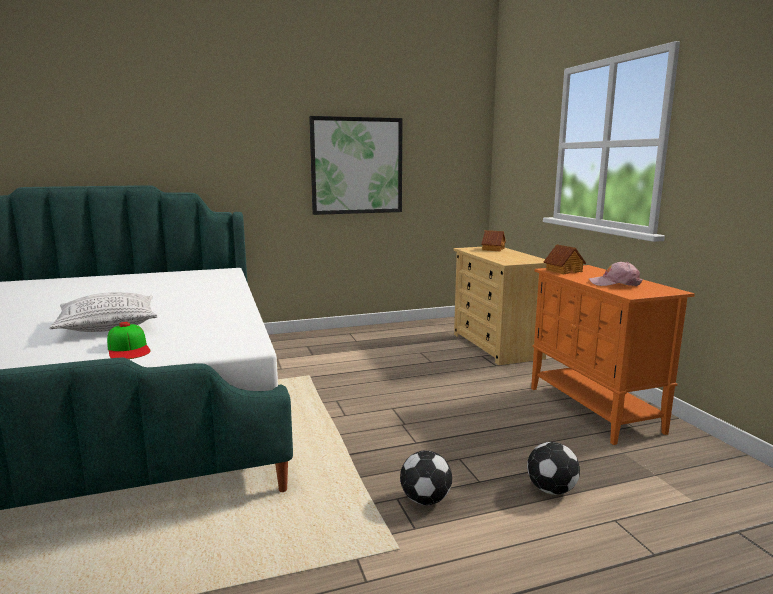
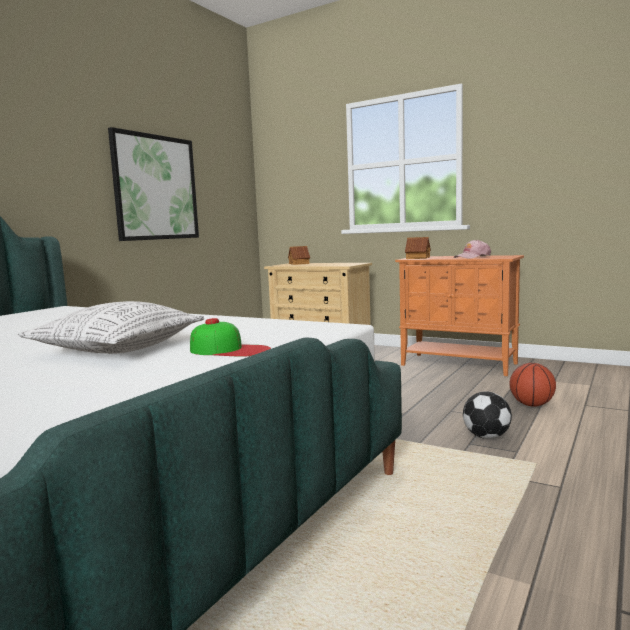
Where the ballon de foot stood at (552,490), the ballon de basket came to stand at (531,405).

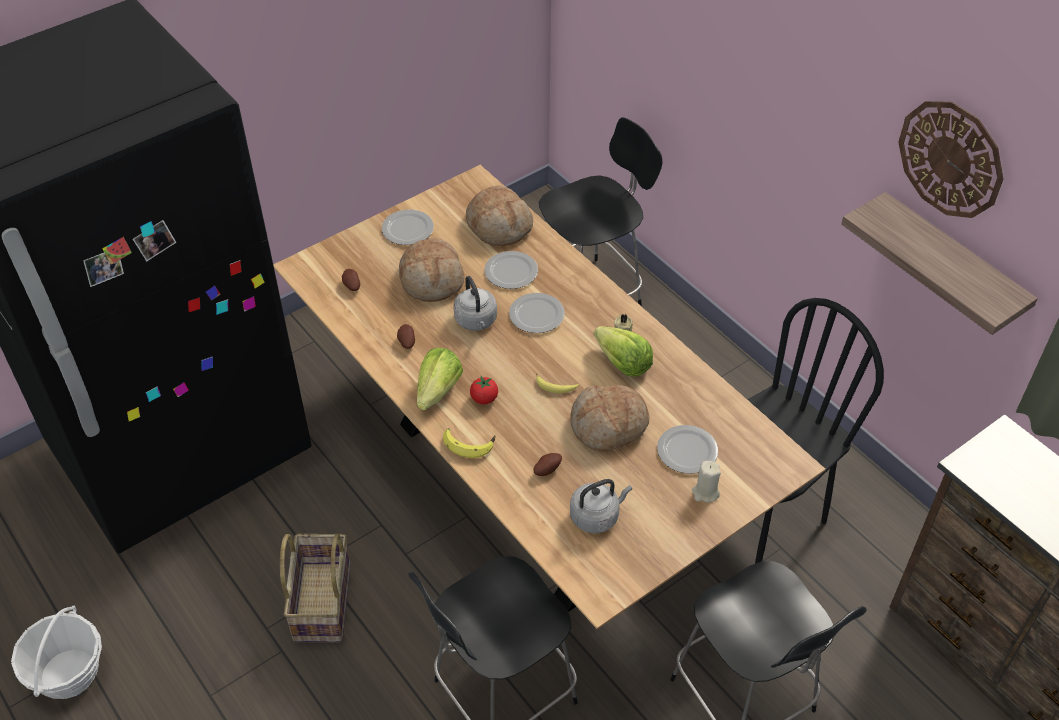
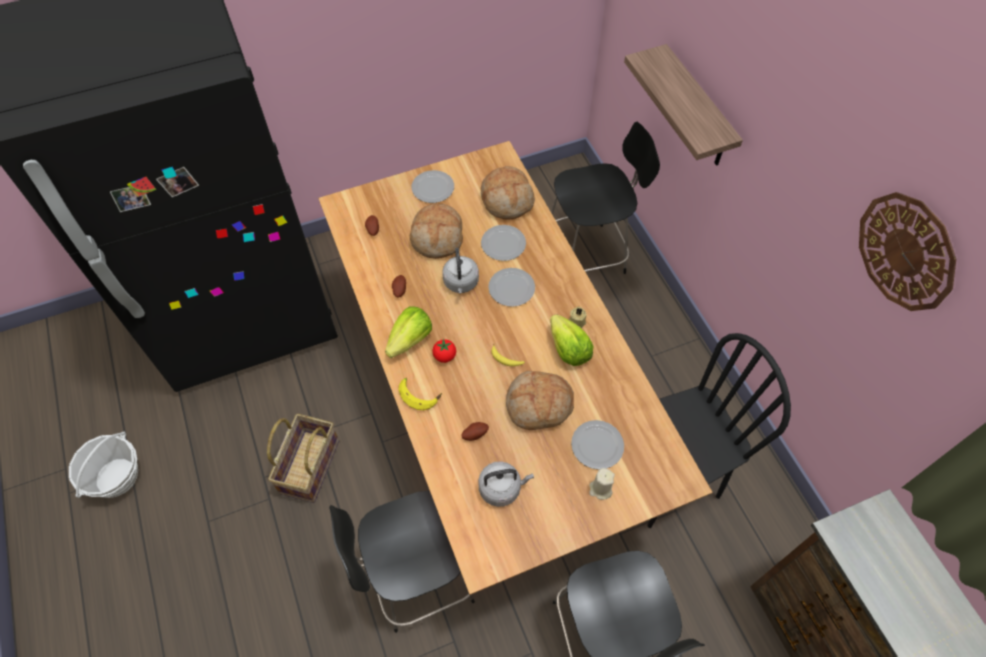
The étagère ended up elsewhere, having gone from (949,267) to (697,110).

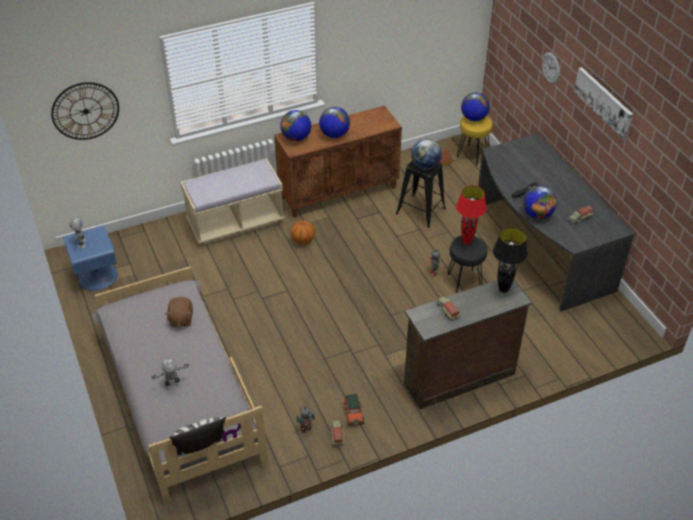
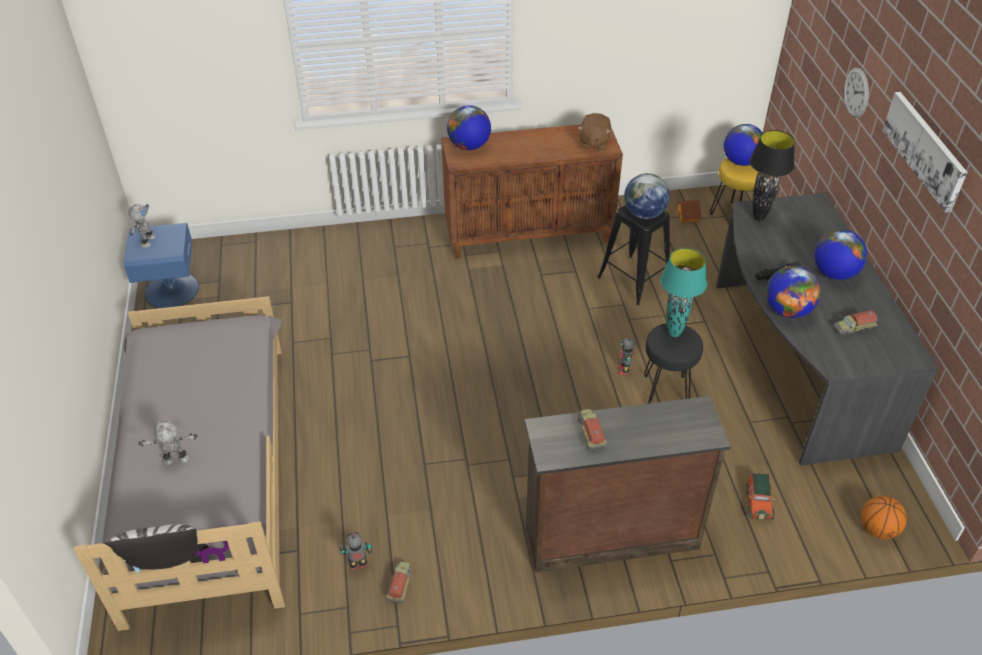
The peluche [marron] ended up elsewhere, having gone from (181,319) to (593,143).
What was the lampe de table [rouge] at (467,242) turned into the lampe de table [turquoise] at (674,333).
The petite voiture ended up elsewhere, having gone from (353,414) to (758,502).
The lampe de table [noir] ended up elsewhere, having gone from (503,289) to (759,217).
The globe ended up elsewhere, having gone from (334,134) to (834,273).
The ballon de basket ended up elsewhere, having gone from (303,241) to (878,529).
The second view lost the horloge murale at (85,111).
The second view lost the banc [beige] at (235,222).

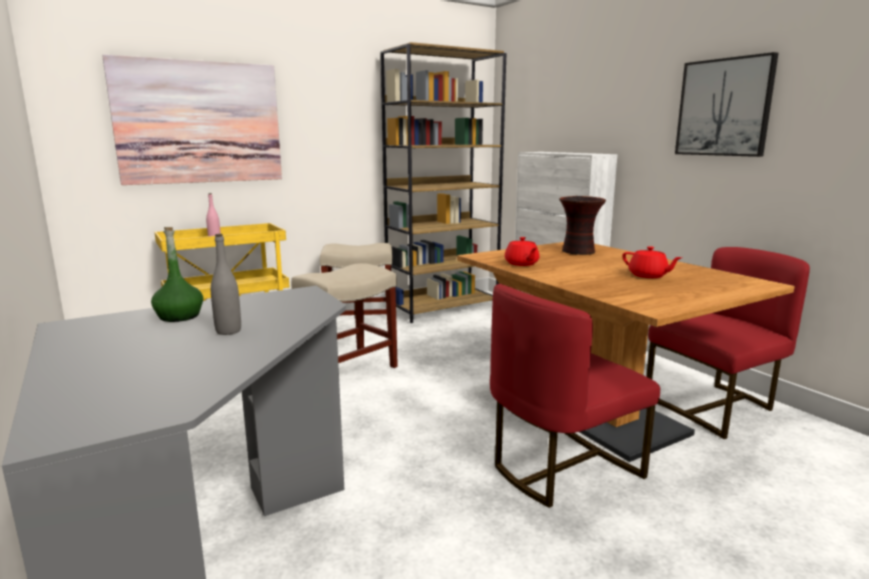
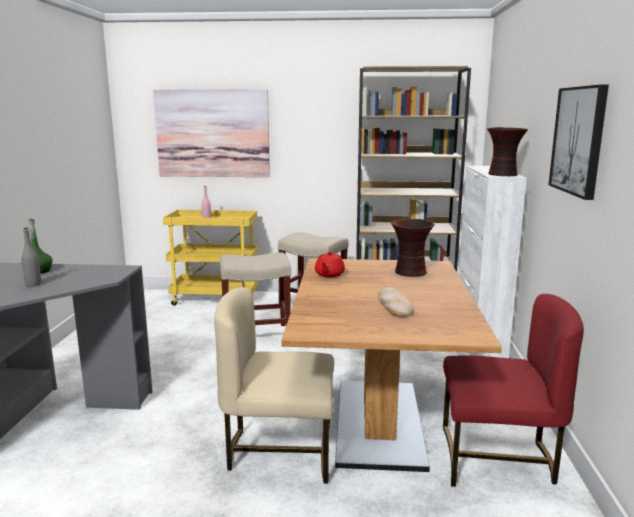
What was the chaise [rouge] at (561,467) turned into the chaise [beige] at (280,450).
Where the théière [rouge] stood at (648,276), the pain came to stand at (394,306).
The second view gained the vase at (503,175).

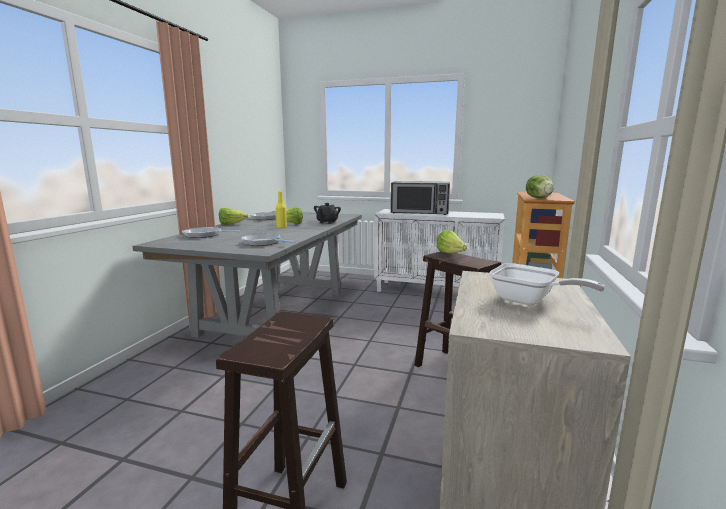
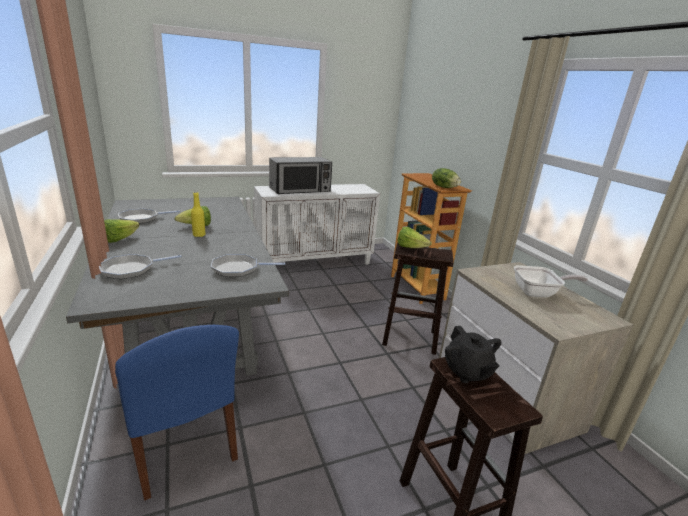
The second view gained the chaise [bleu] at (183,448).
The théière [noir] ended up elsewhere, having gone from (327,222) to (467,372).

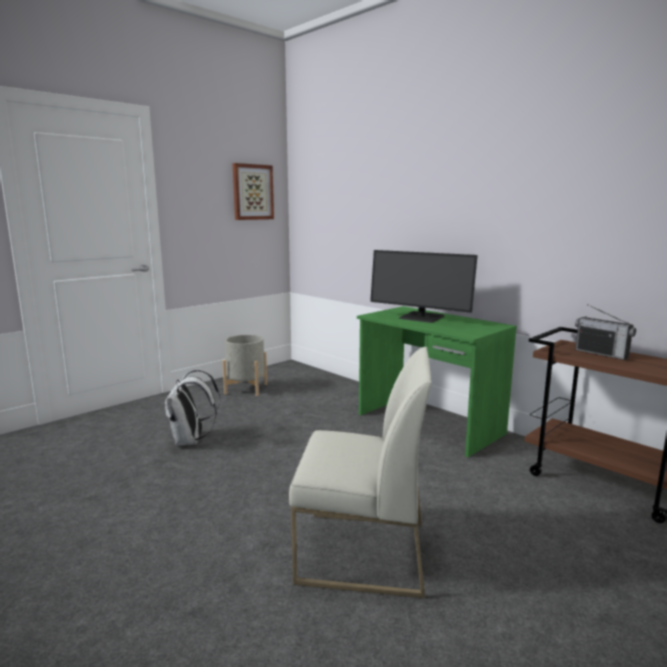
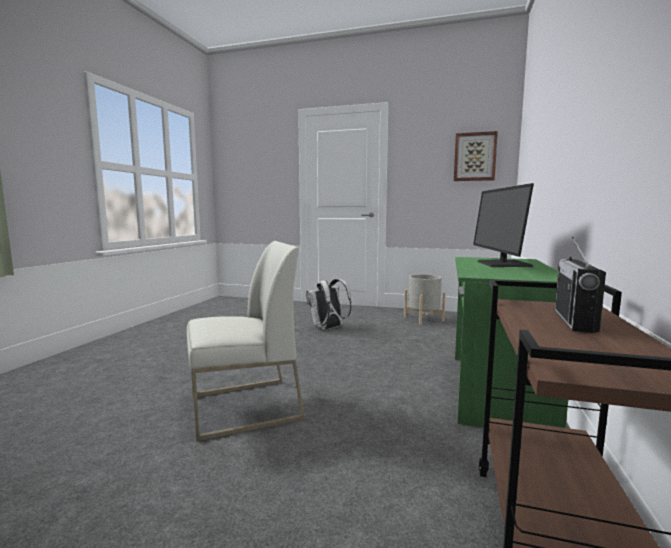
The chaise [blanc] at (361,552) ended up facing another way, 90 degrees counterclockwise from before.

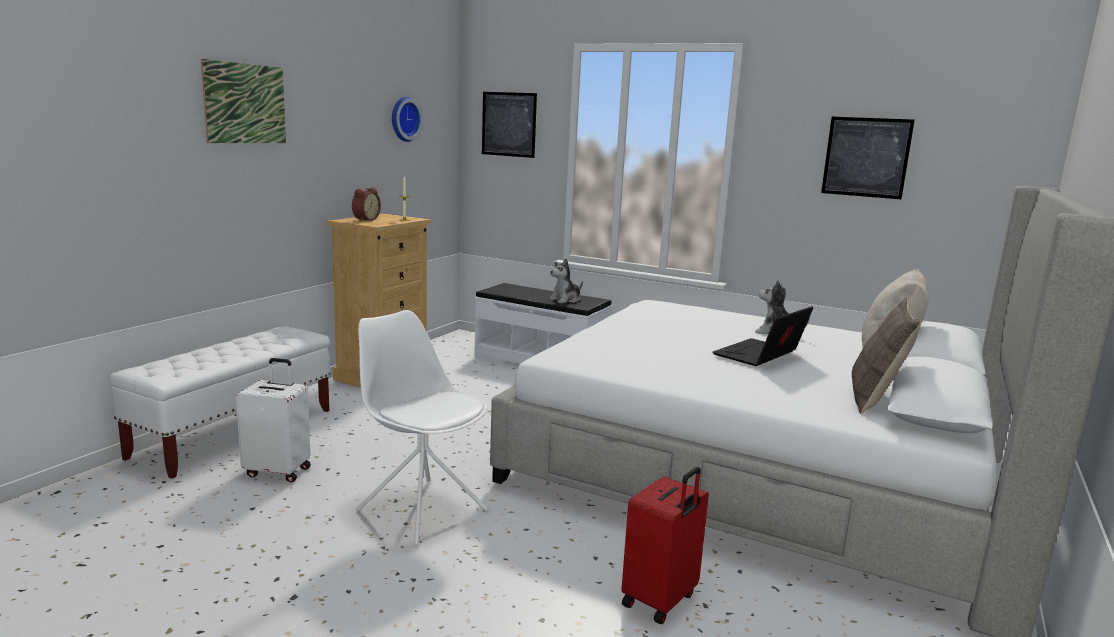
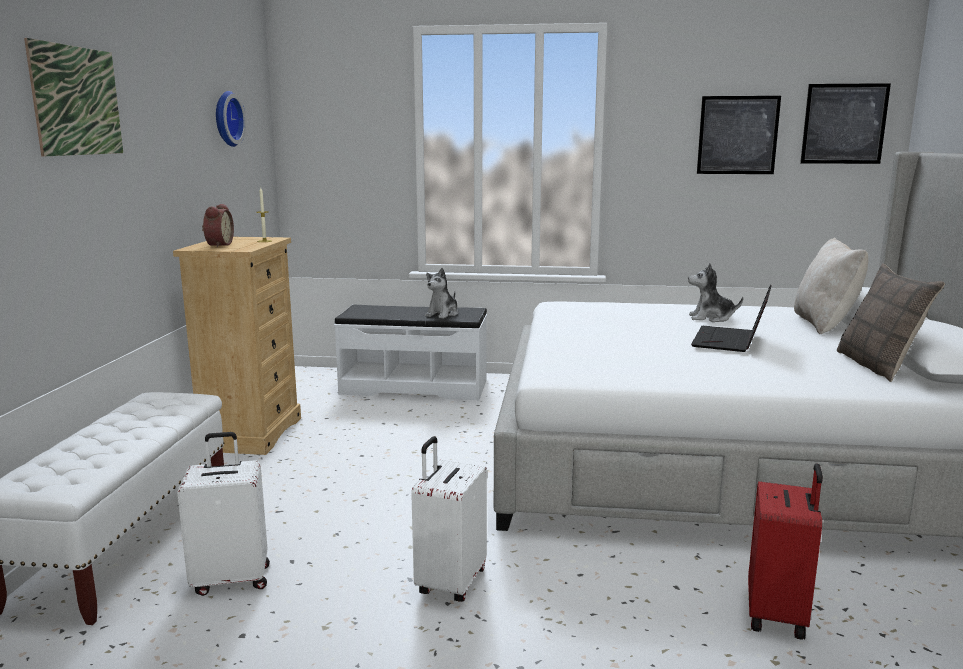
Where the chaise [blanc] stood at (421,510), the valise [blanc] came to stand at (449,582).
The tableau ended up elsewhere, having gone from (509,124) to (844,124).

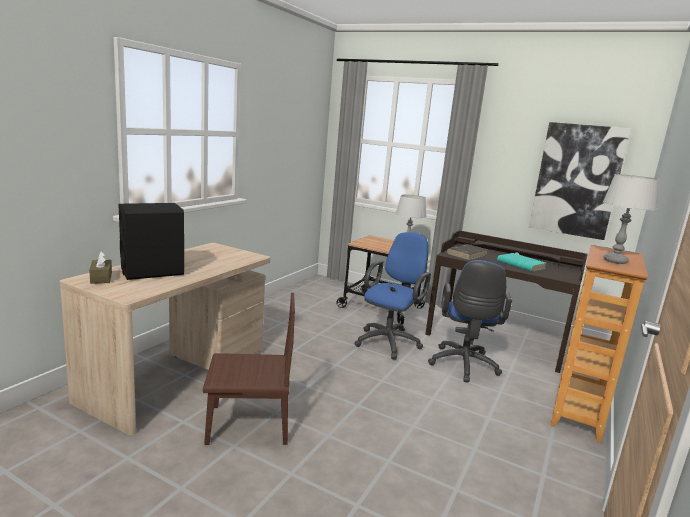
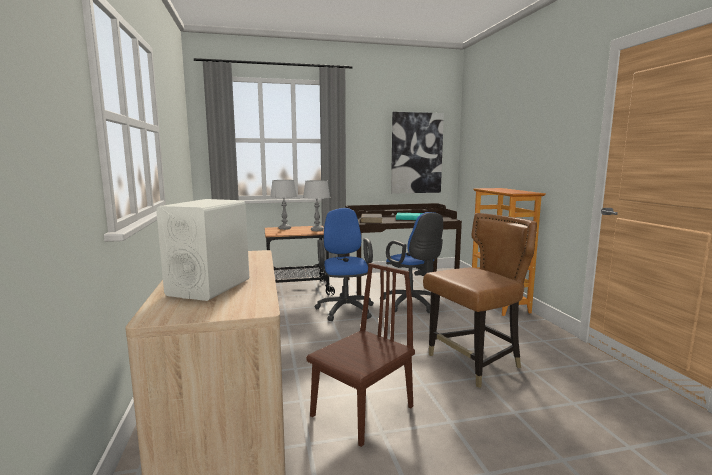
What was the enceinte [noir] at (153,272) turned into the enceinte [blanc] at (209,287).
The lampe de table [gris] ended up elsewhere, having gone from (615,261) to (284,228).
The second view gained the chaise [marron] at (475,363).
The second view lost the boîte à mouchoirs [marron] at (101,278).

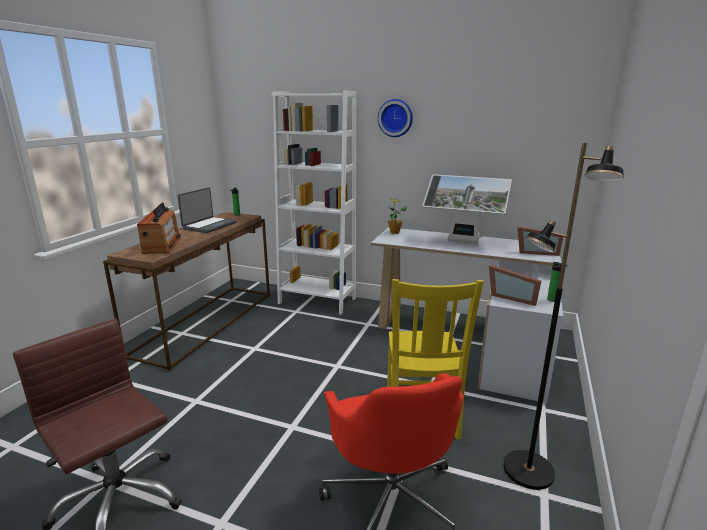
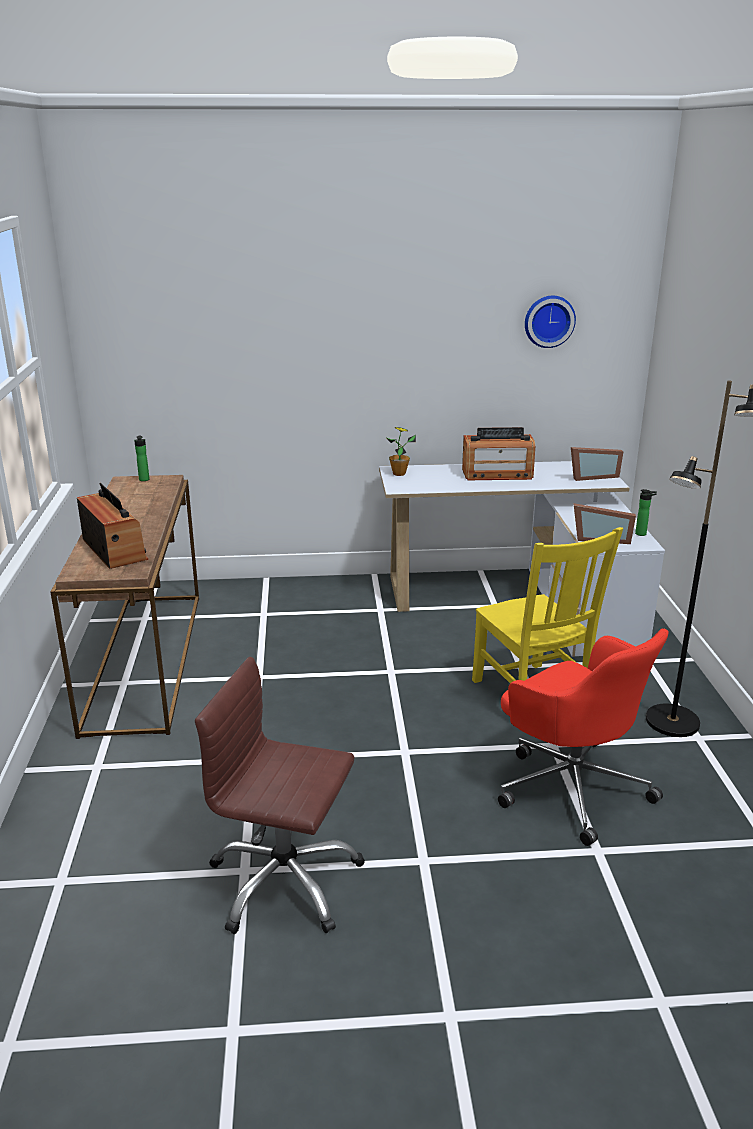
Where the écran d'ordinateur stood at (463,241), the radio came to stand at (497,474).
The horloge murale ended up elsewhere, having gone from (396,118) to (548,321).
The second view lost the ordinateur portable at (209,226).
The second view lost the bibliothèque [blanc] at (317,301).

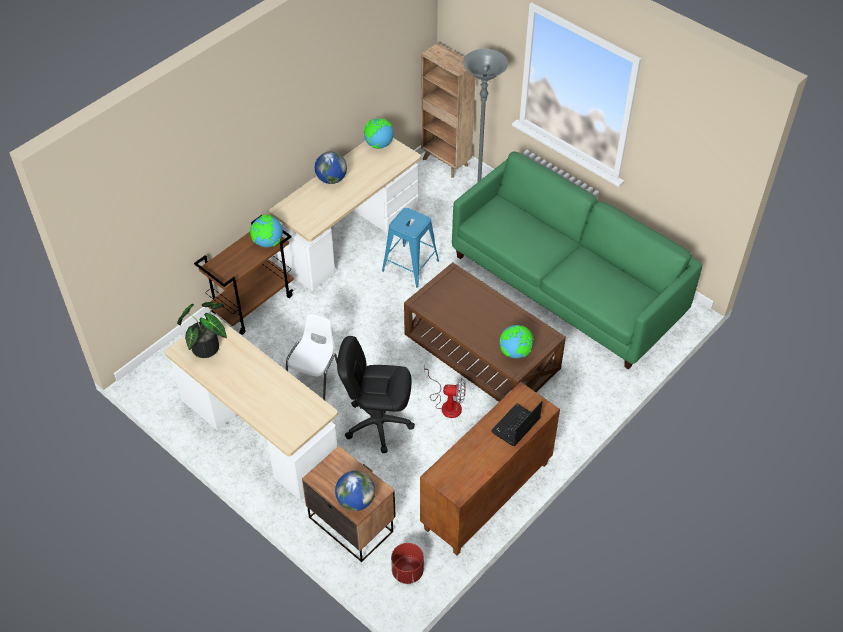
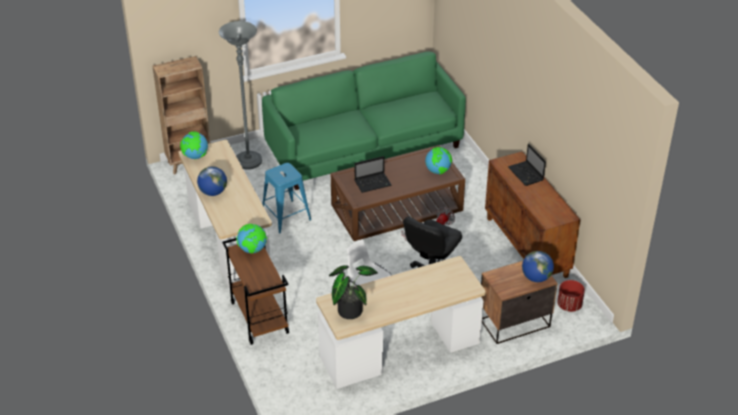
The second view gained the ordinateur portable at (373,183).

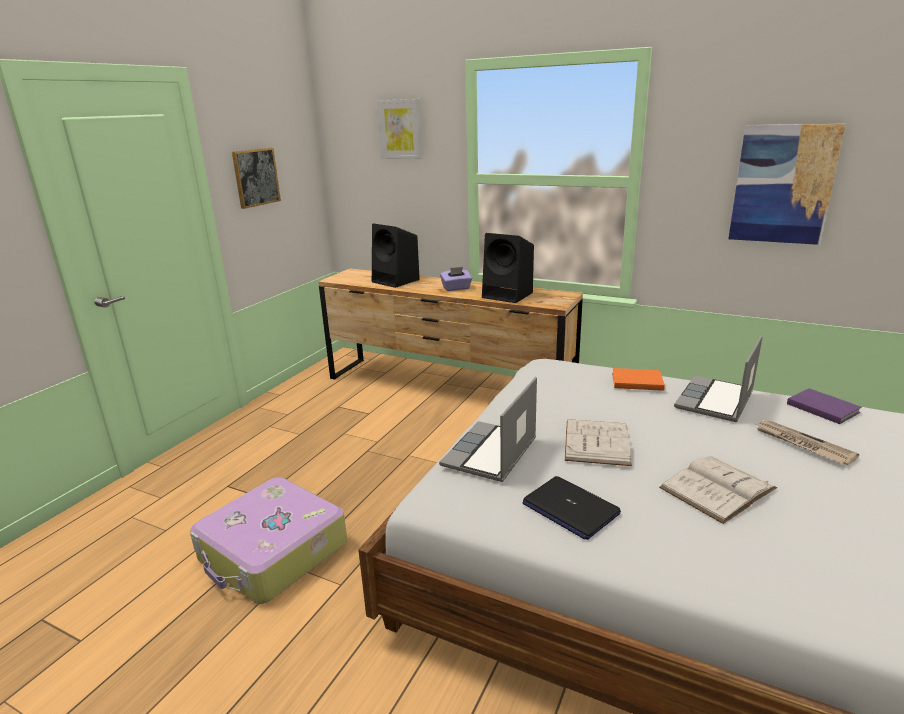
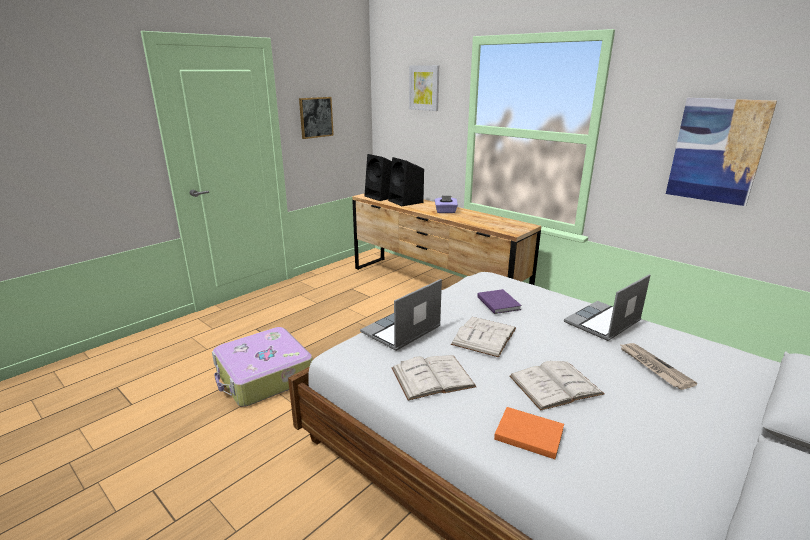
The enceinte [noir] ended up elsewhere, having gone from (509,295) to (382,196).
Where the ordinateur portable stood at (570,508), the livre [blanc] came to stand at (432,377).
The livre [violet] ended up elsewhere, having gone from (821,407) to (498,302).
The livre [orange] ended up elsewhere, having gone from (635,381) to (527,433).

